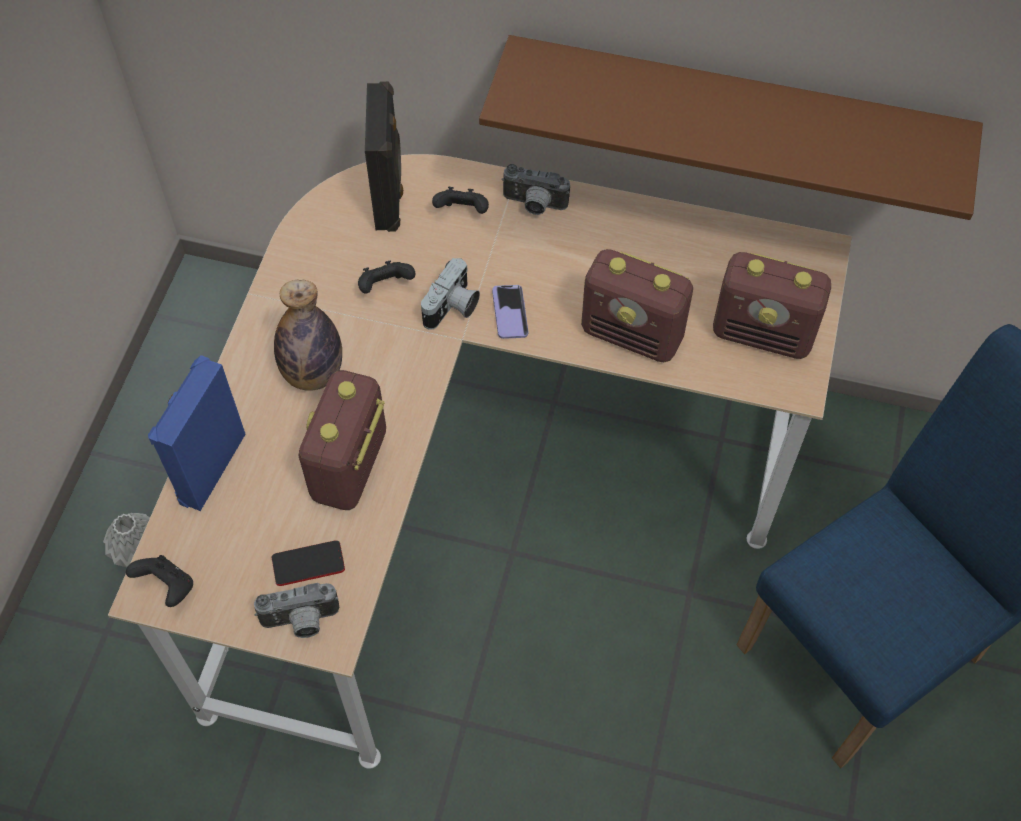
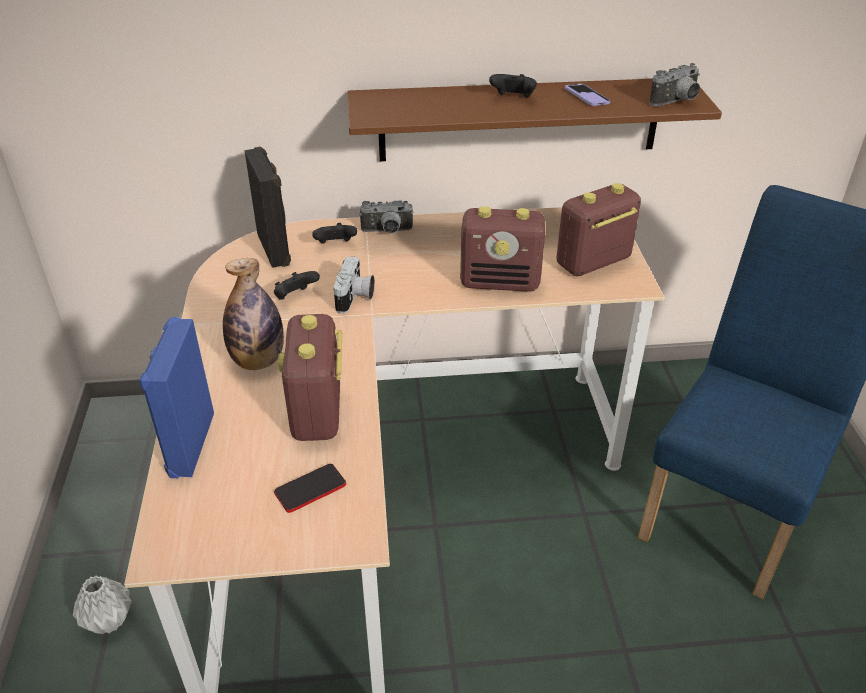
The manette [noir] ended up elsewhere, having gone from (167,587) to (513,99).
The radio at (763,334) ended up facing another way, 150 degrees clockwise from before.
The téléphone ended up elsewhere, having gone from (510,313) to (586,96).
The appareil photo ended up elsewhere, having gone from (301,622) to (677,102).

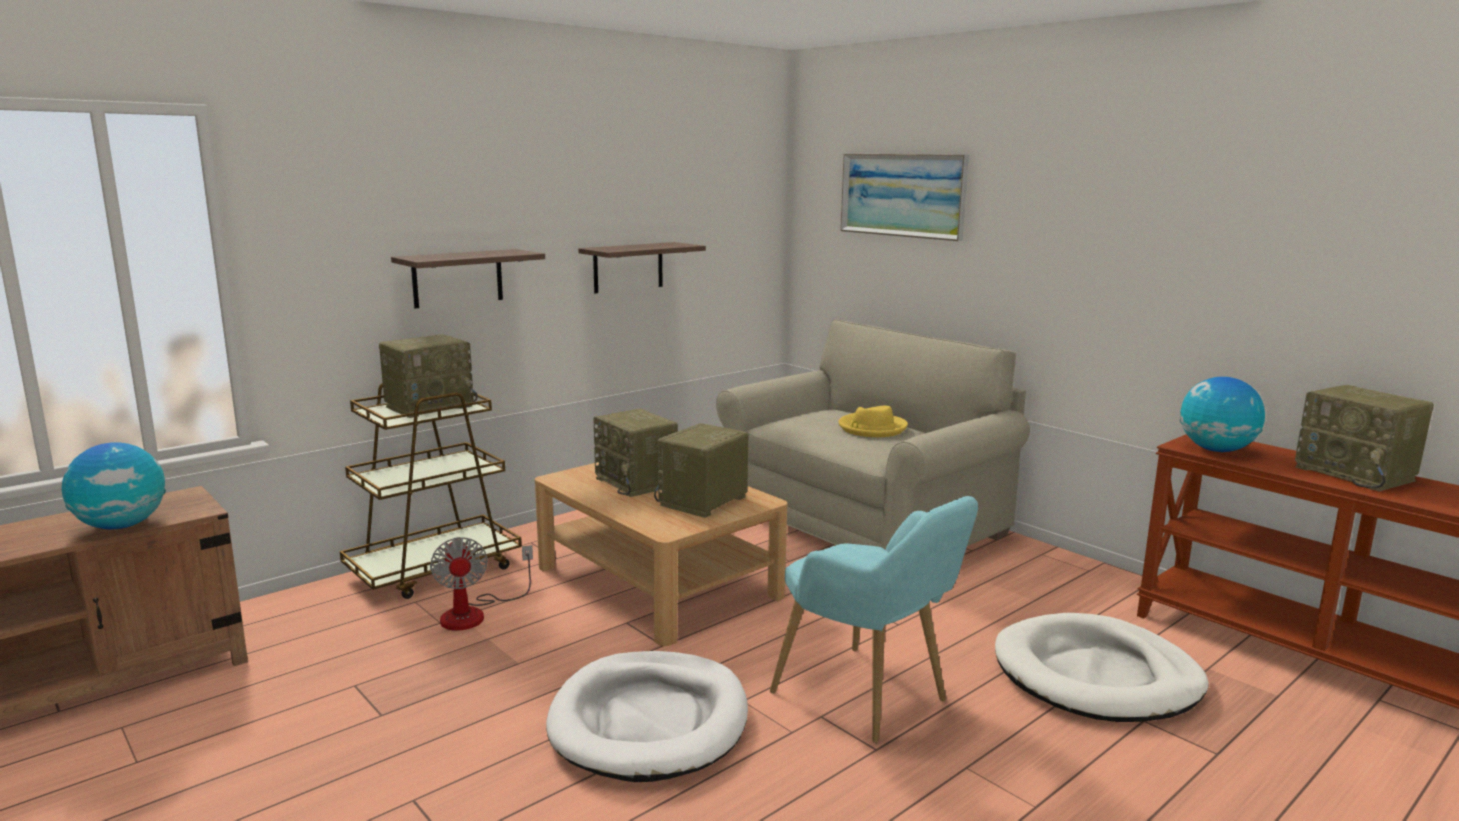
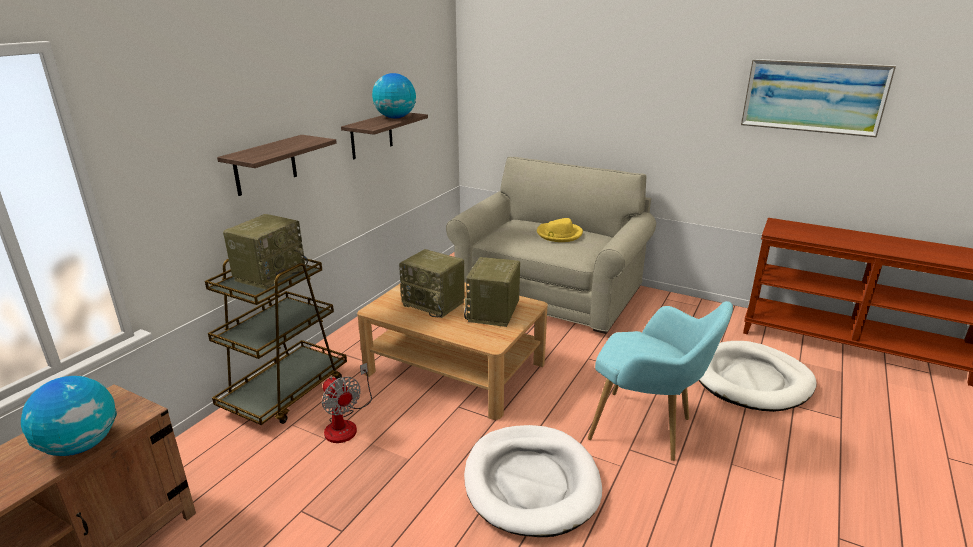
The globe ended up elsewhere, having gone from (1216,450) to (395,118).
The tableau ended up elsewhere, having gone from (902,195) to (813,96).
The second view lost the radio at (1357,474).

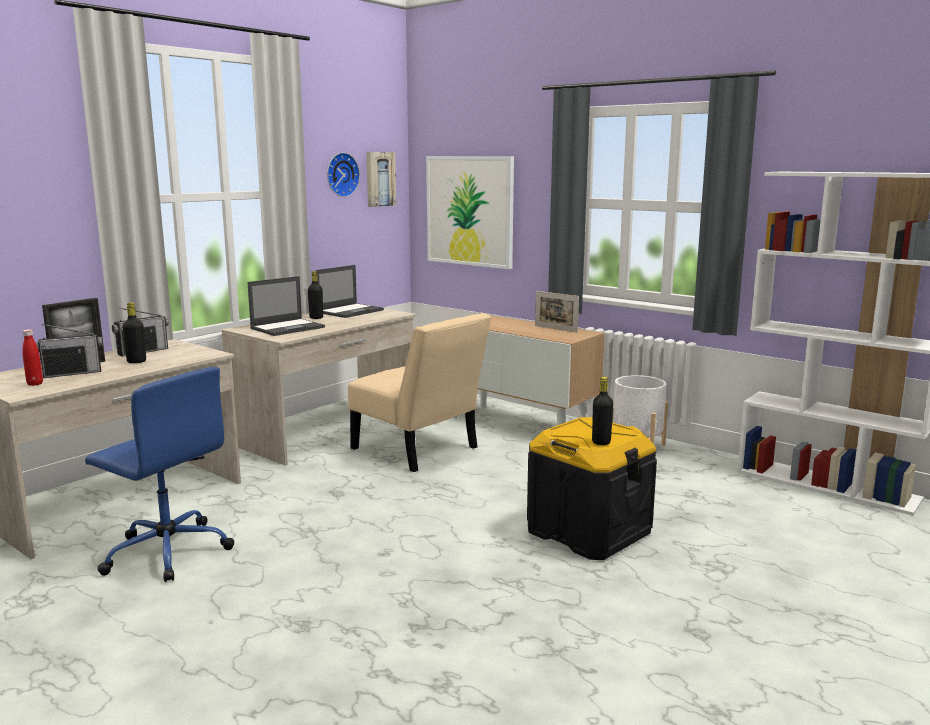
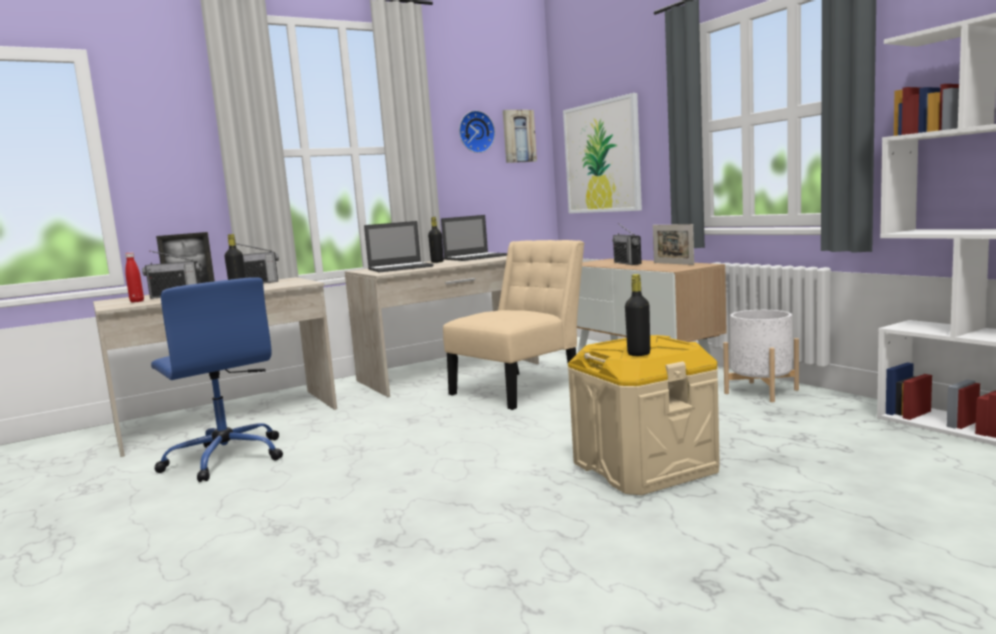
The chaise [beige] at (419,450) ended up facing another way, 105 degrees counterclockwise from before.
What was the boîte de rangement [noir] at (588,532) turned into the boîte de rangement [beige] at (645,467).
The second view gained the radio at (627,263).

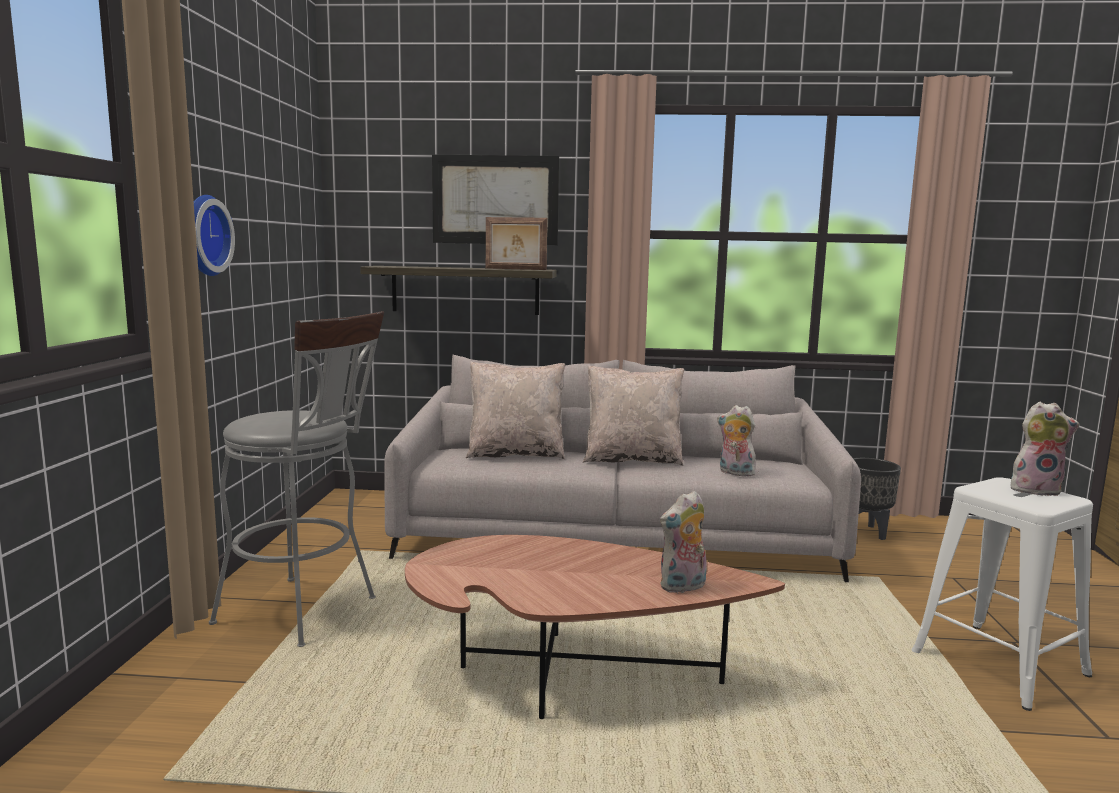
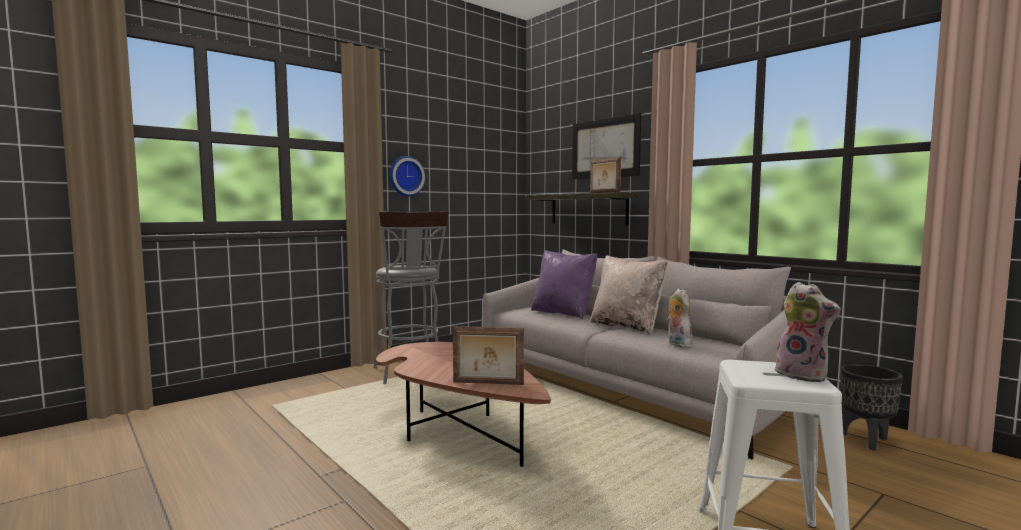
Where the peluche stood at (683,587), the cadre photo came to stand at (488,383).
What was the coussin [beige] at (516,454) turned into the coussin [violet] at (563,313).

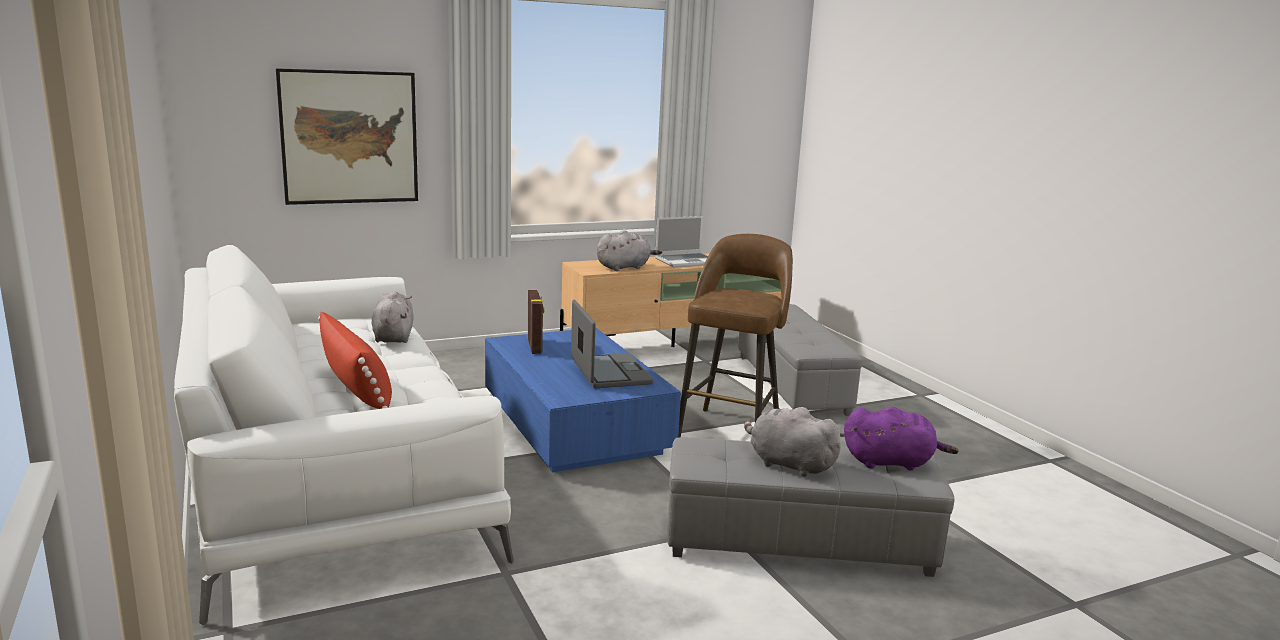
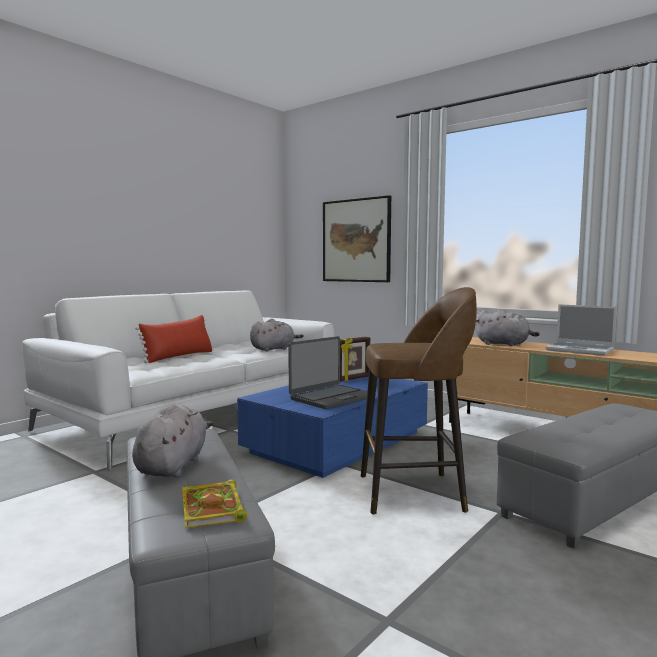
Where the peluche [violet] stood at (891,462), the livre came to stand at (213,509).

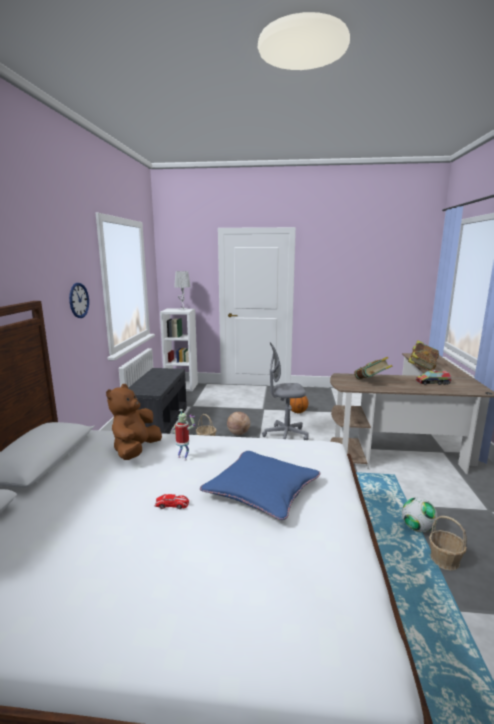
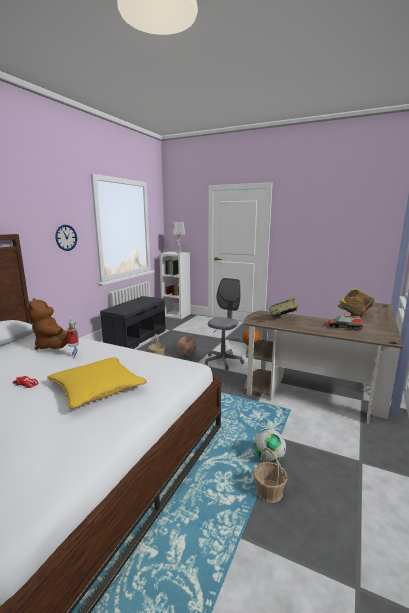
The peluche [marron] at (136,451) ended up facing another way, 60 degrees counterclockwise from before.
What was the coussin [bleu] at (261,490) turned into the coussin [jaune] at (97,387).
The chaise de bureau [gris] at (285,435) ended up facing another way, 105 degrees clockwise from before.

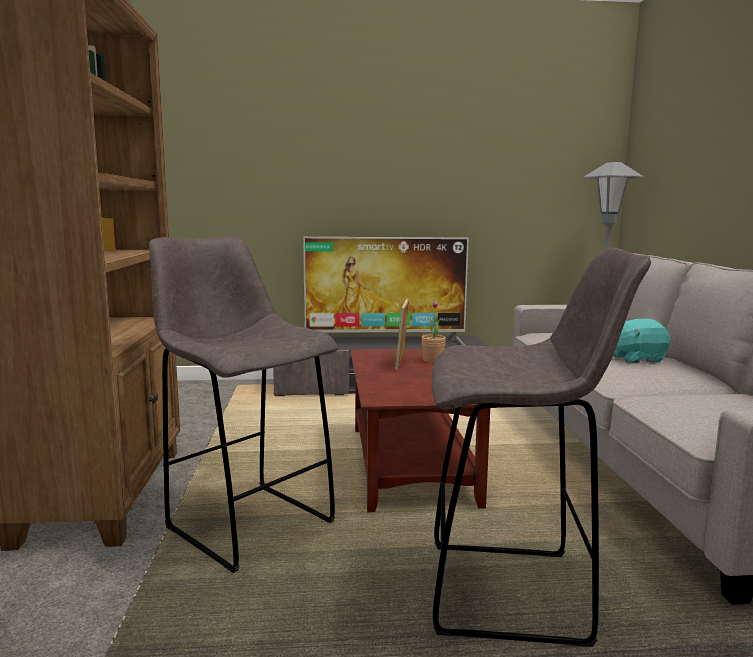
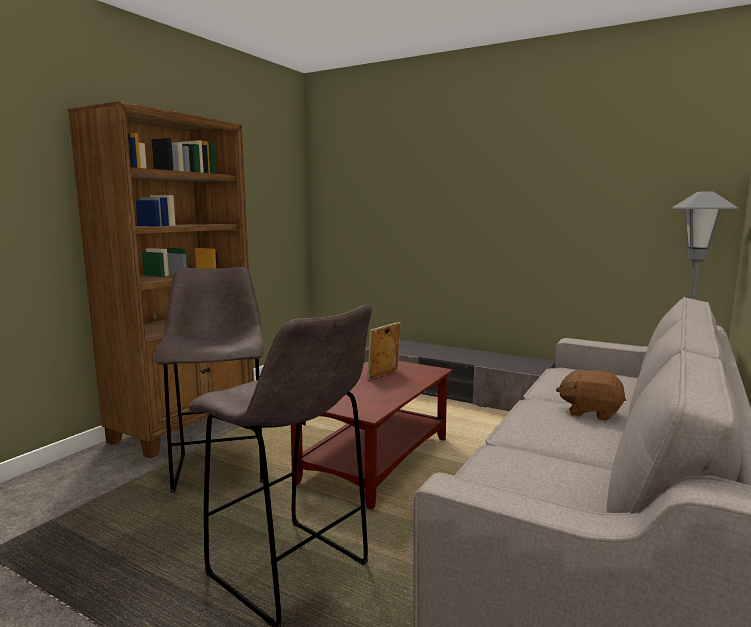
What was the peluche [turquoise] at (635,359) turned into the peluche [marron] at (590,412).
The second view lost the téléviseur at (385,341).
The second view lost the plante en pot at (432,360).

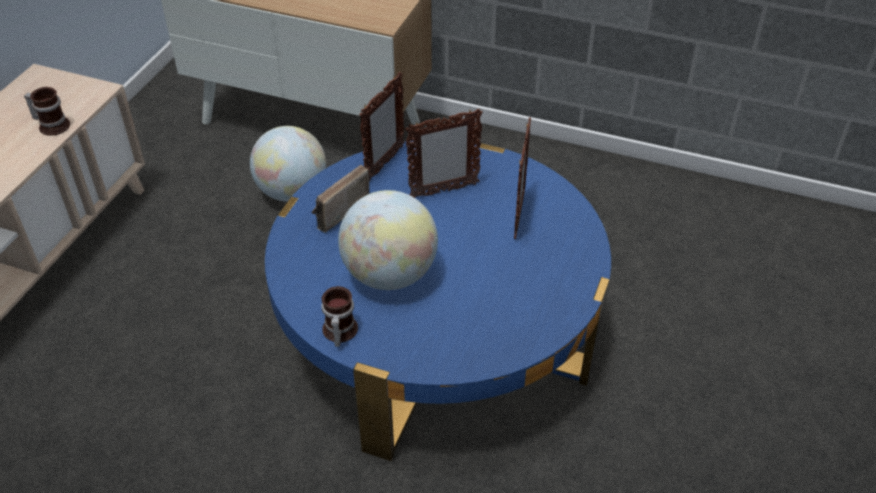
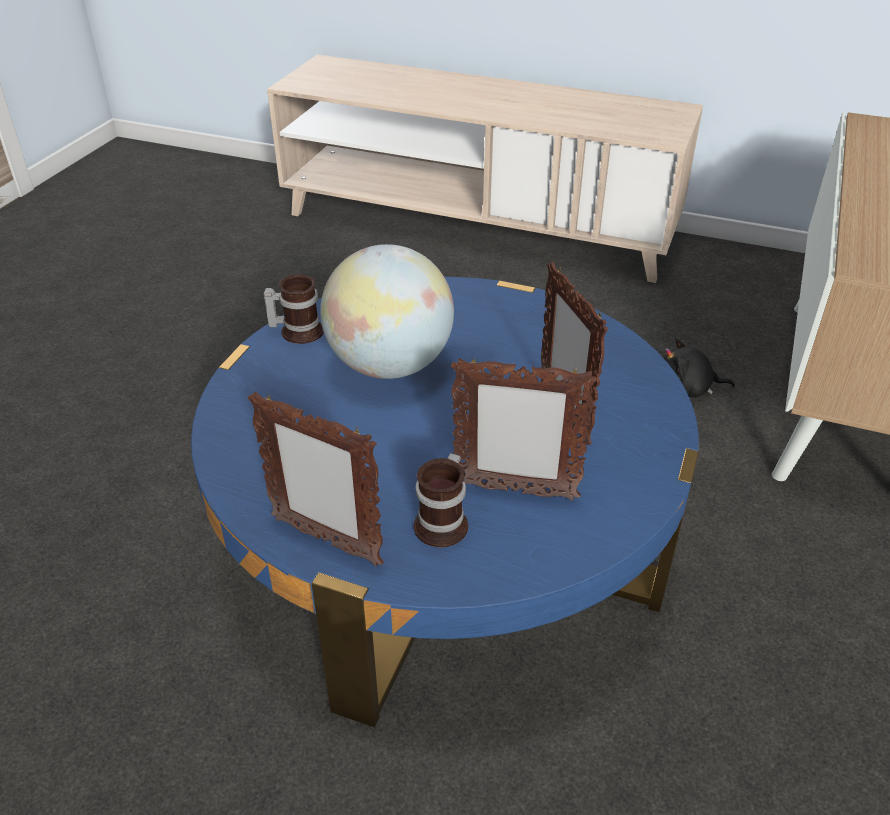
The cadre photo ended up elsewhere, having gone from (384,164) to (326,541).
The mug ended up elsewhere, having gone from (52,125) to (445,523).
Where the globe stood at (292,192), the peluche [noir] came to stand at (687,388).
The second view lost the radio at (335,211).

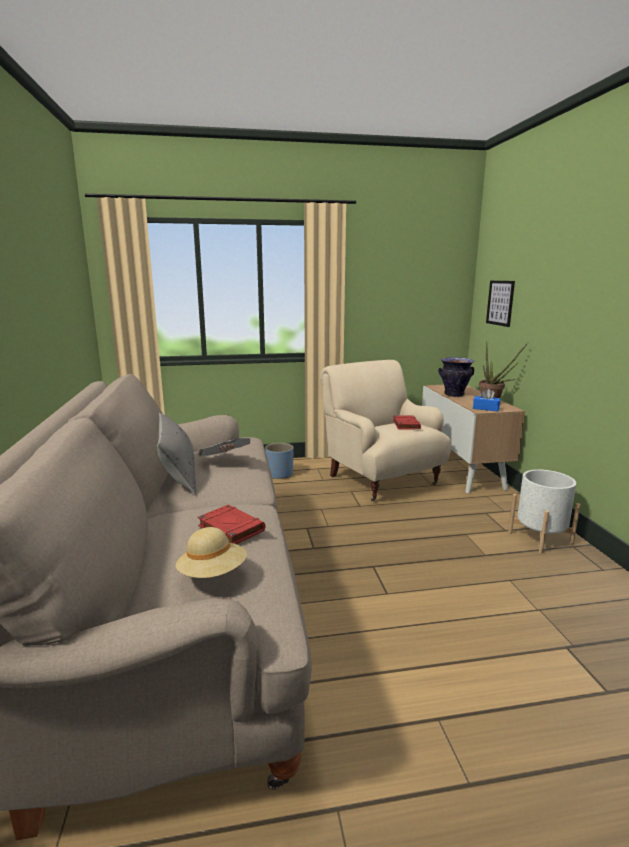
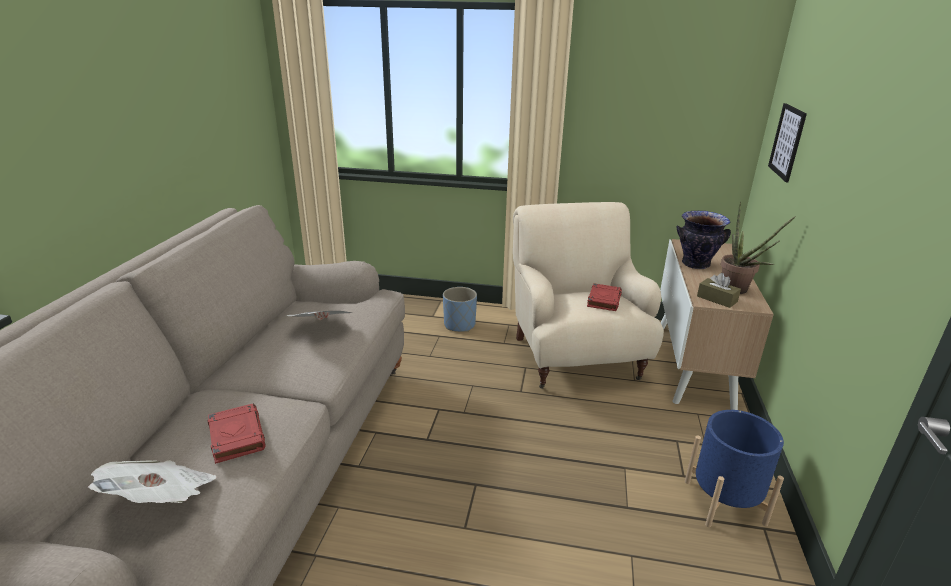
Where the chapeau [beige] stood at (213,574), the journal came to stand at (162,499).
What was the cache-pot [blanc] at (540,538) turned into the cache-pot [bleu] at (724,502).
What was the boîte à mouchoirs [bleu] at (486,408) turned into the boîte à mouchoirs [marron] at (717,299).
The second view lost the coussin [gris] at (178,473).

